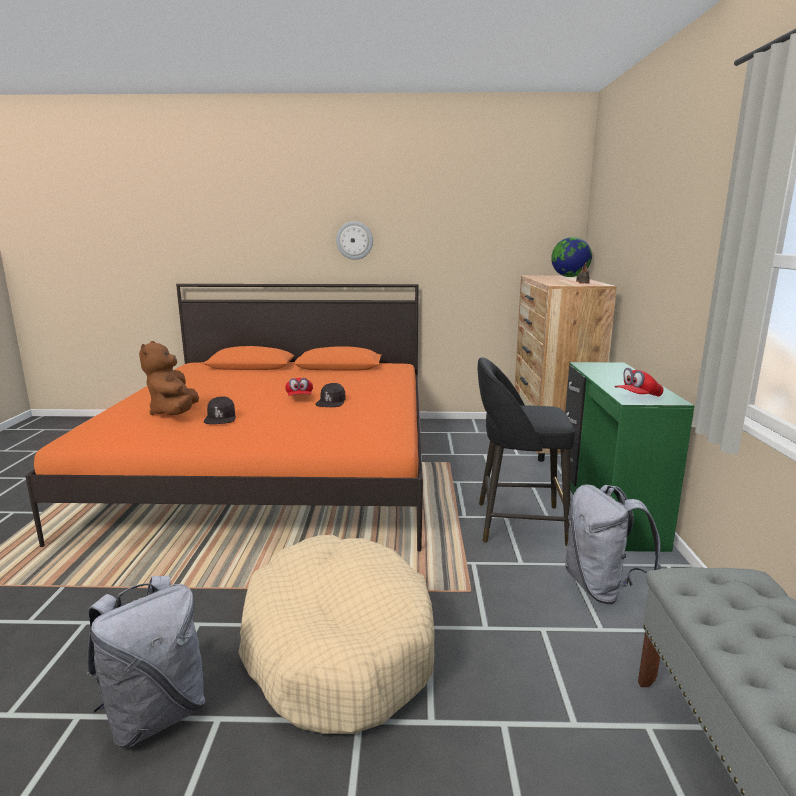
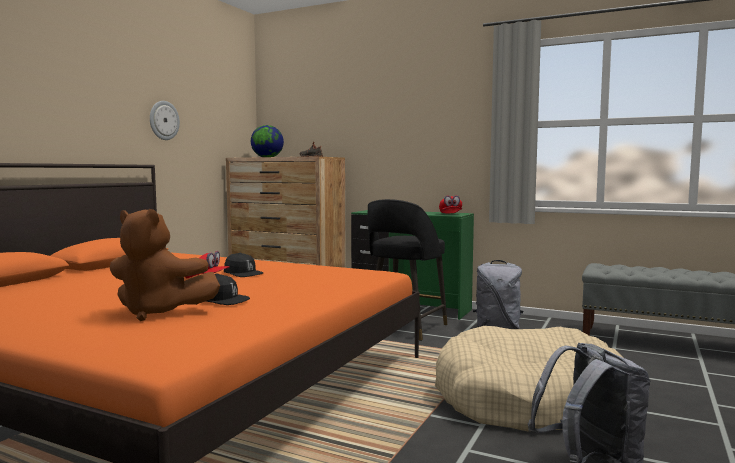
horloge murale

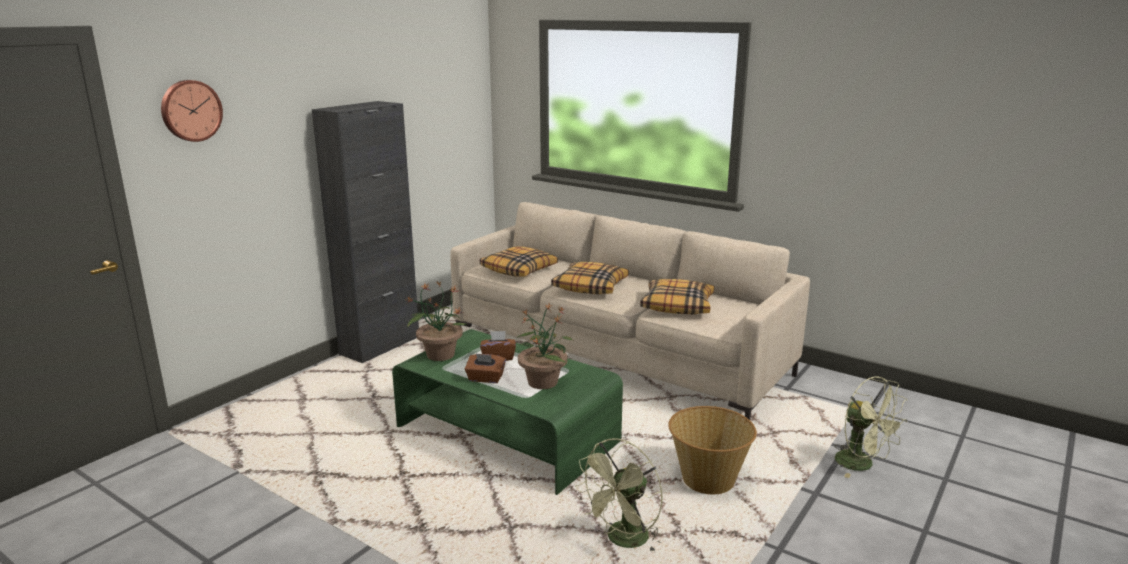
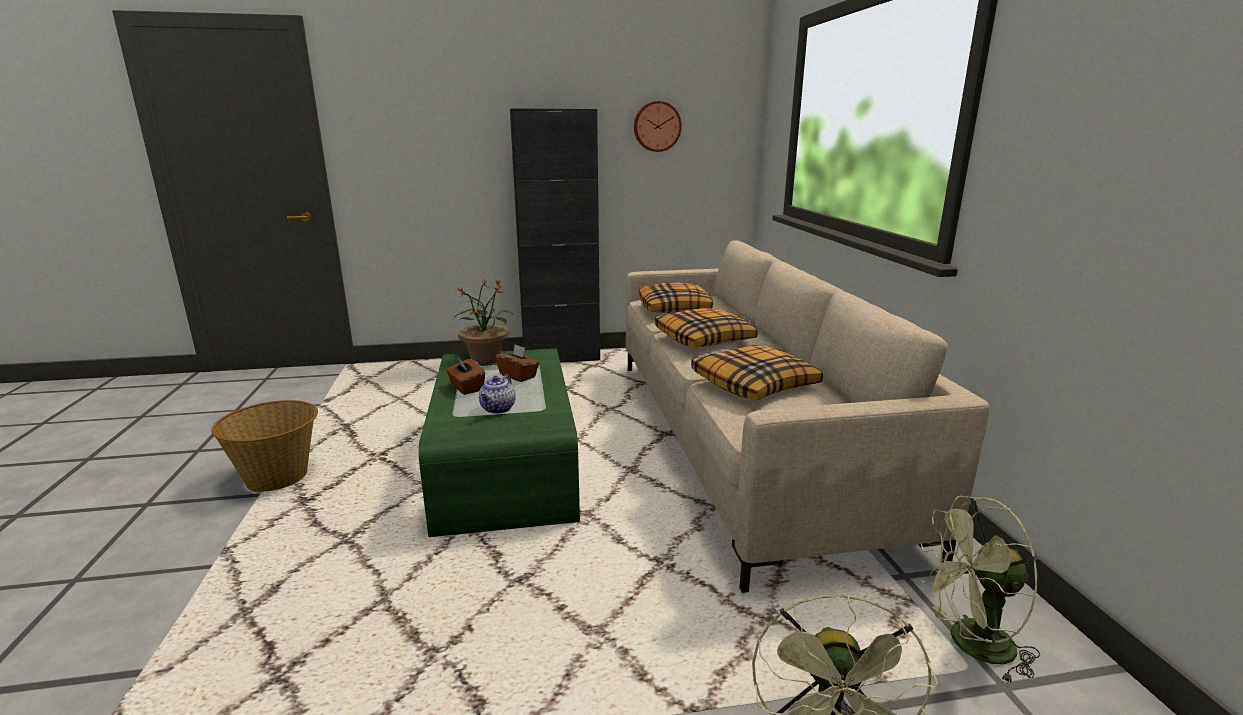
panier
théière
horloge murale
ventilateur [vert] (no. 2 from left)

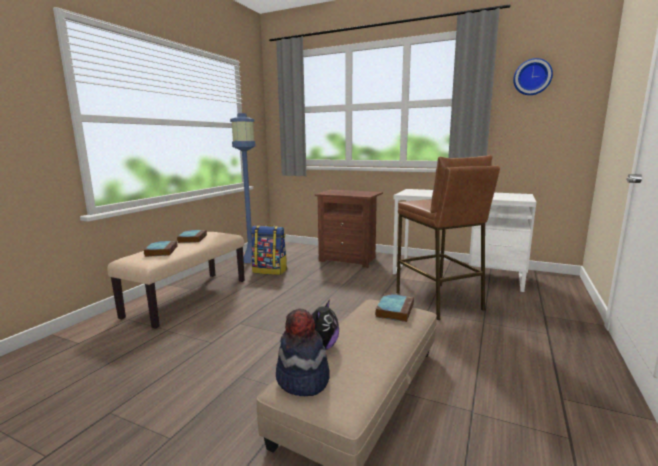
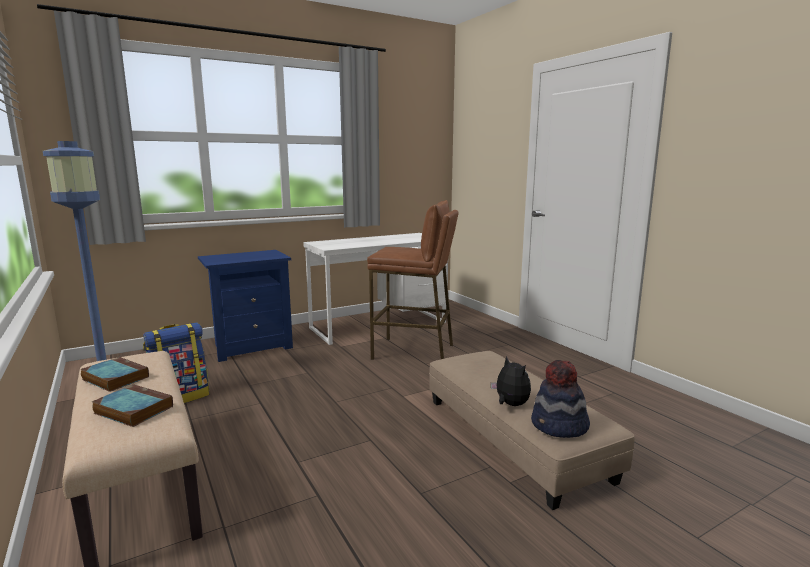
table de chevet [bleu]
livre (no. 3 from left in the first image)
horloge murale

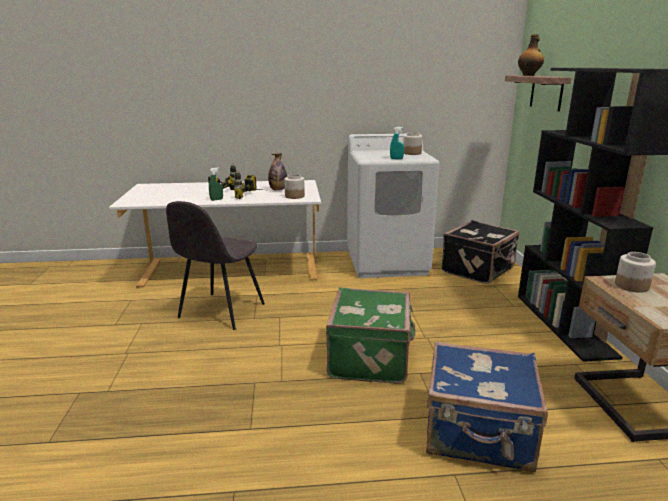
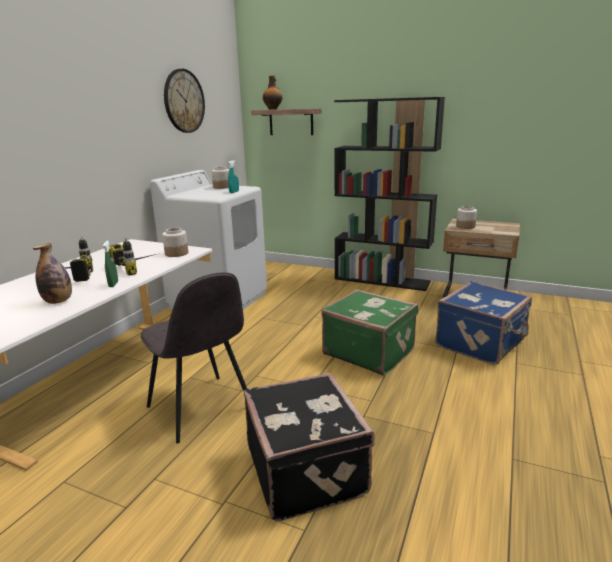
bouteille (no. 1 from left)
horloge murale
valise [noir]

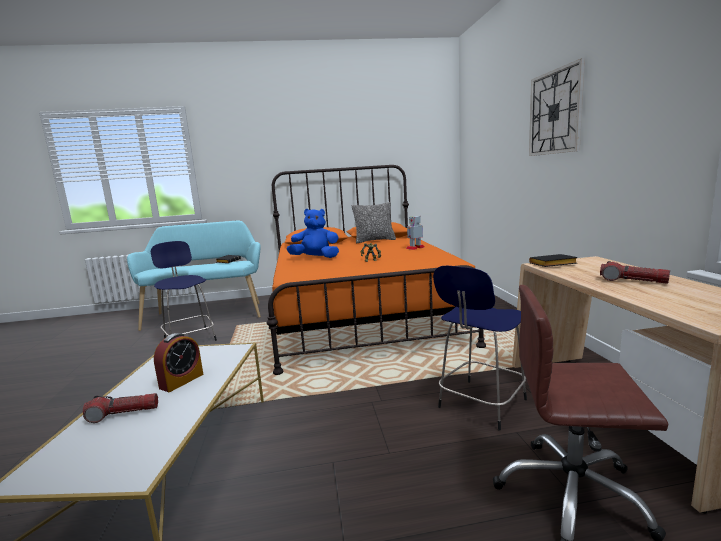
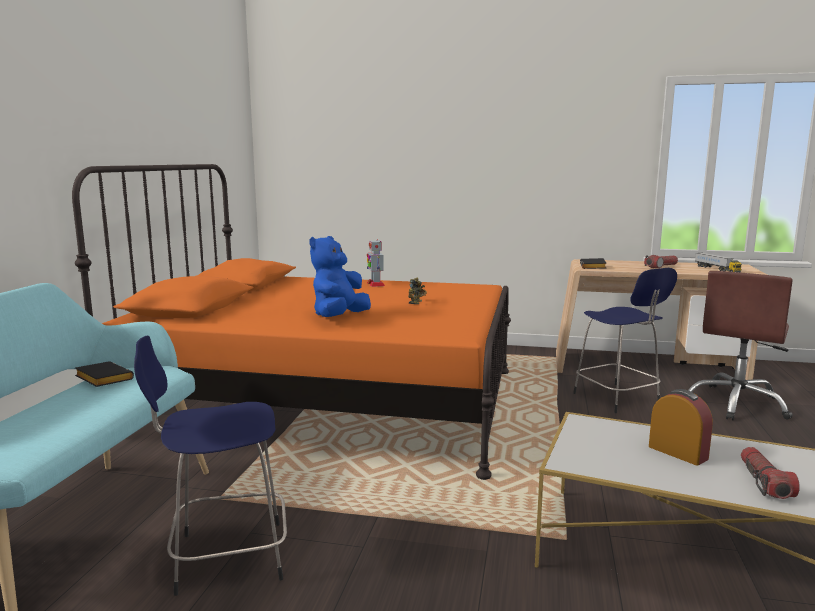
camion jouet
coussin
horloge murale

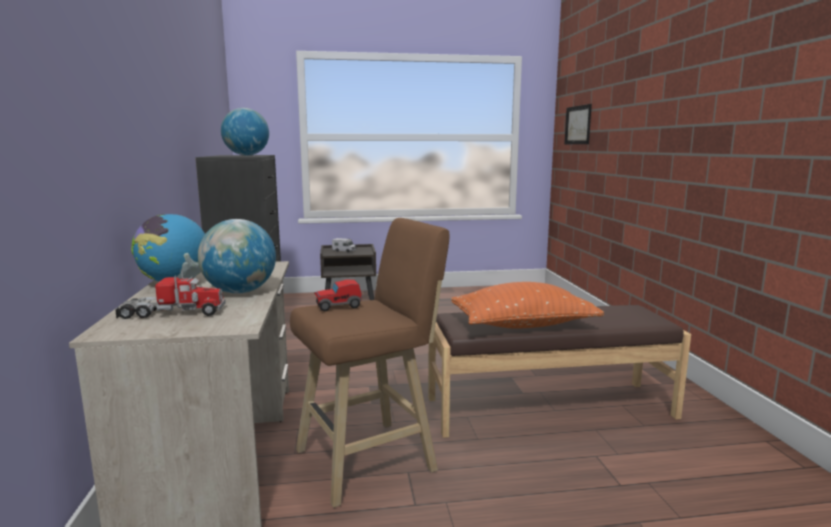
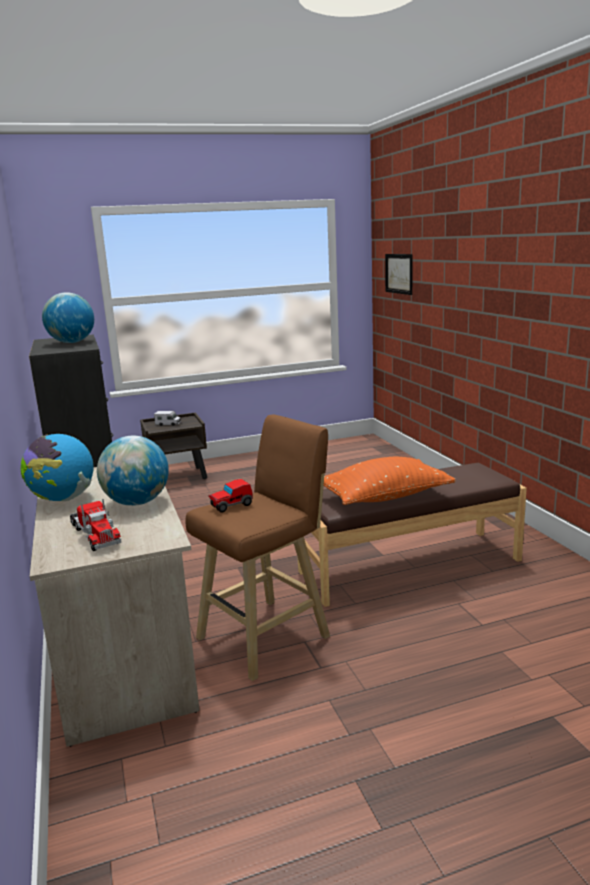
camion jouet (no. 1 from left)

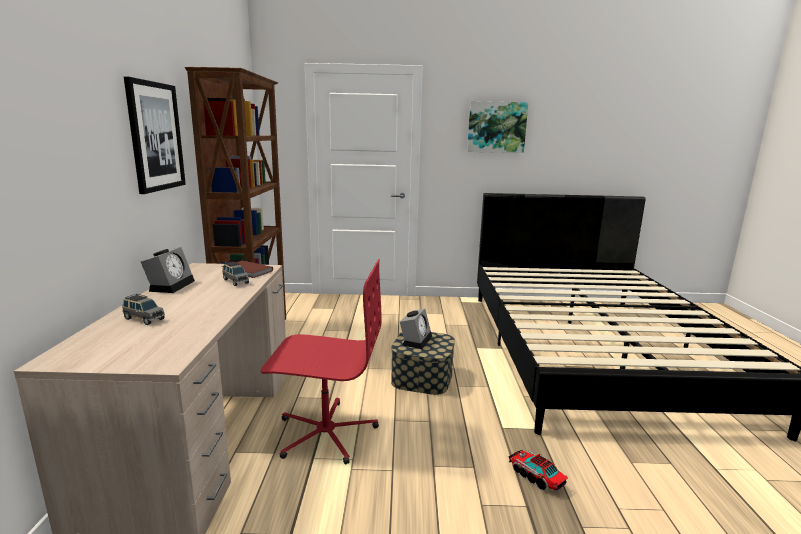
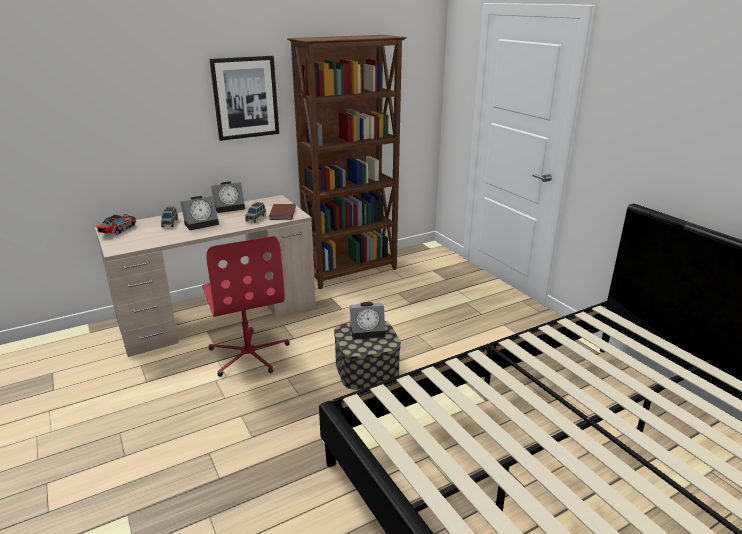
camion jouet
réveil (no. 1 from left)
tableau (no. 2 from left in the first image)

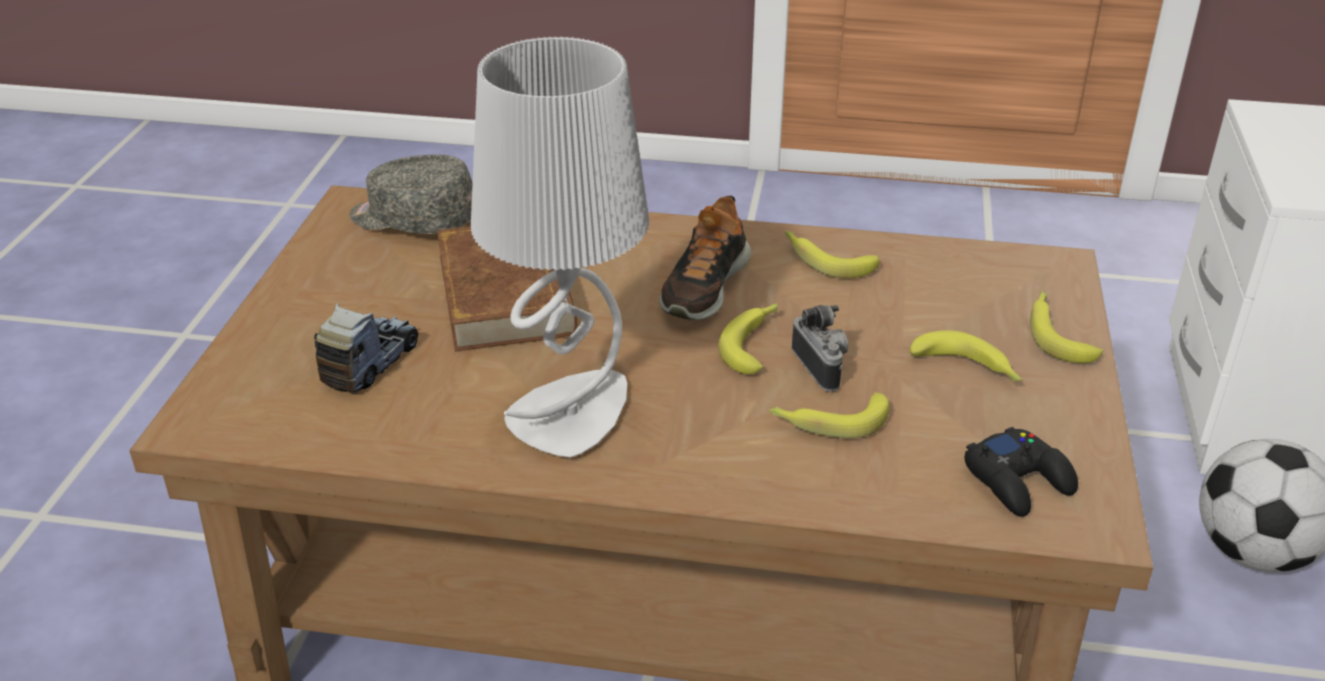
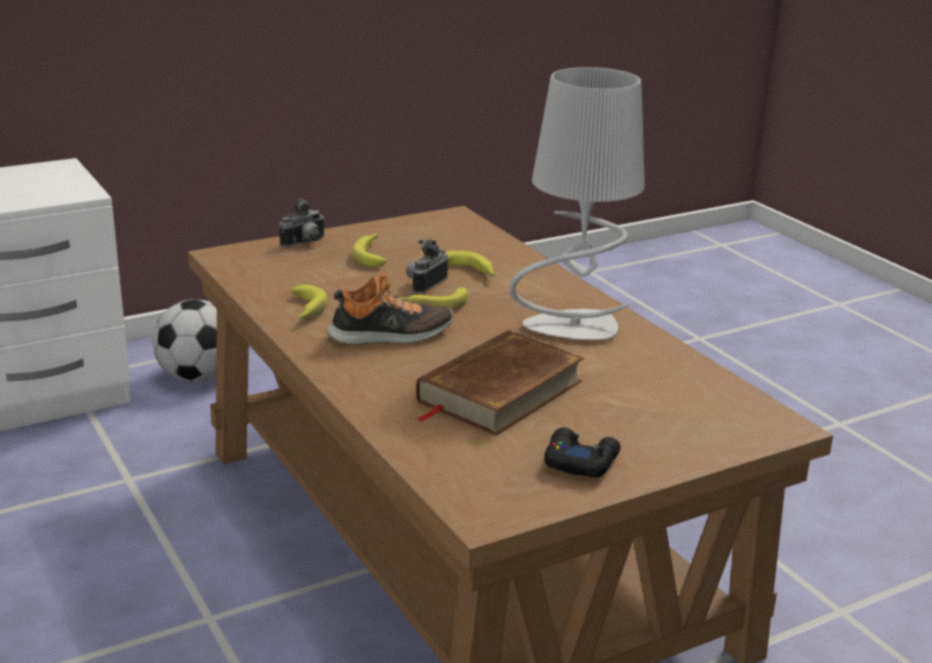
appareil photo (no. 1 from left)
manette [noir]
camion jouet
casquette [gris]

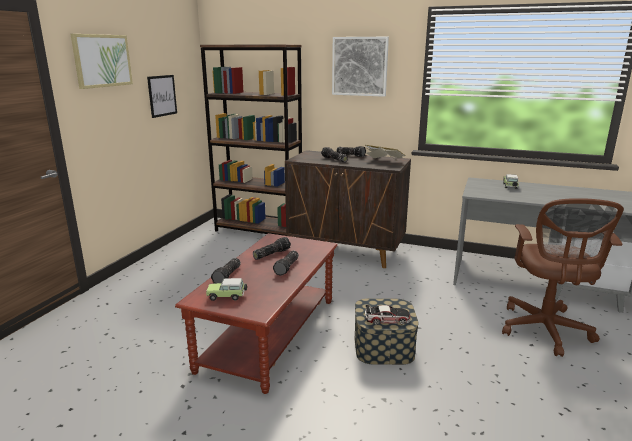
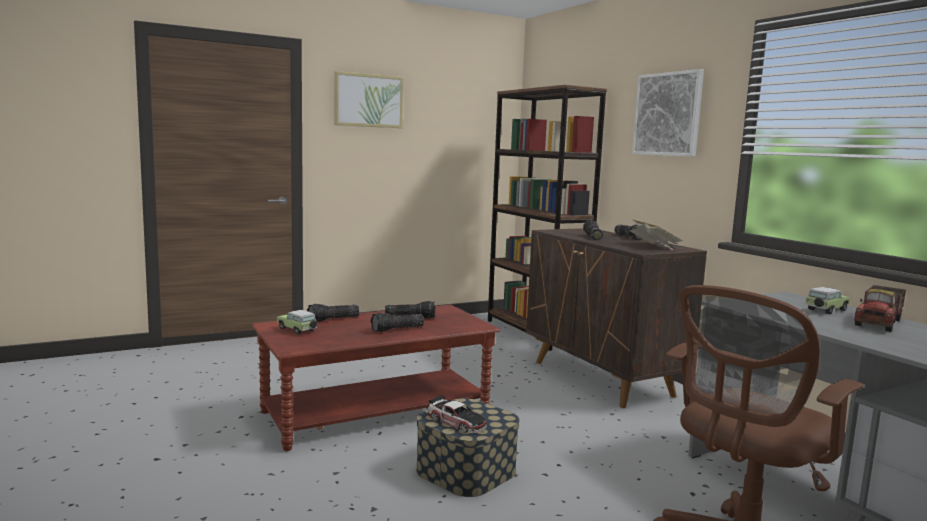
camion jouet
tableau (no. 2 from left in the first image)

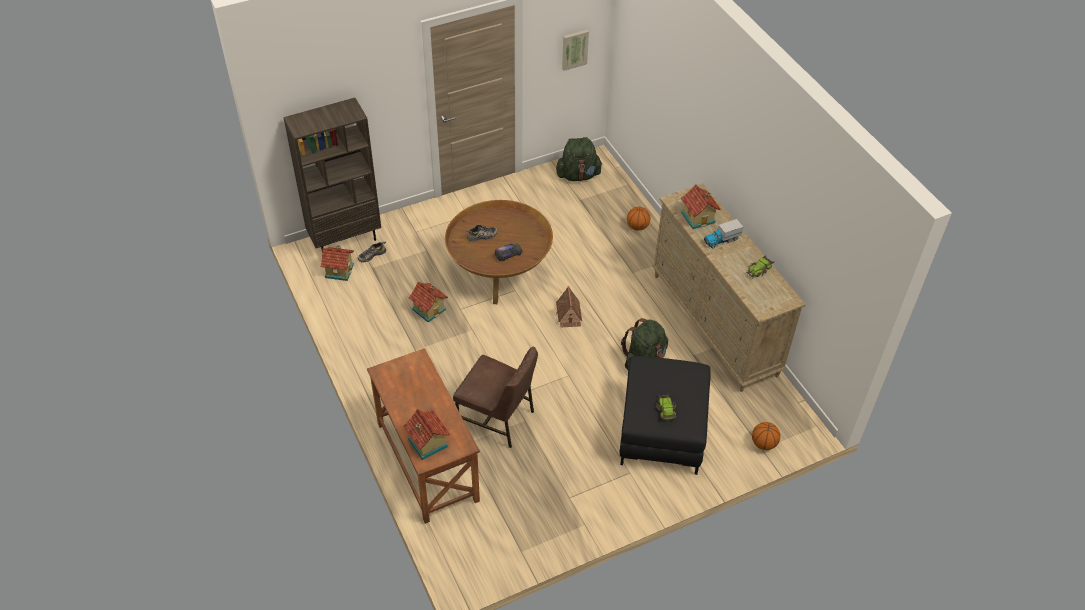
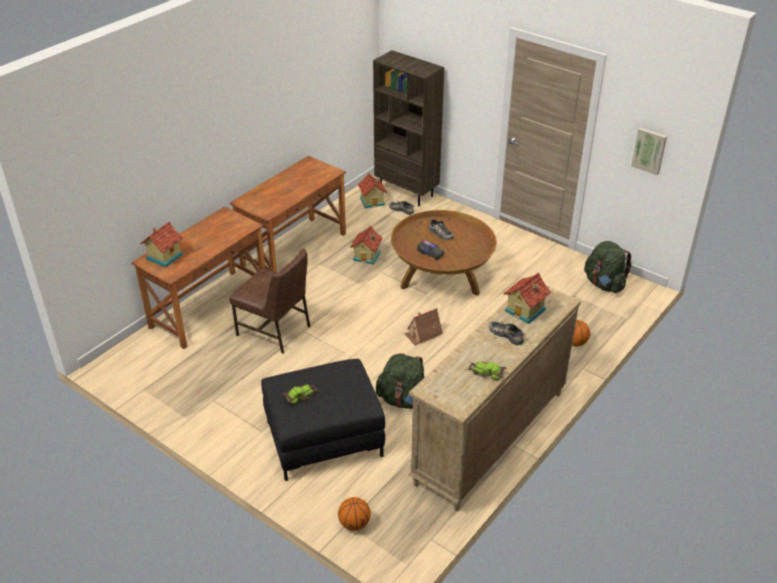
chaise [marron]
bureau [marron] (no. 2 from left)
chaussure (no. 3 from left)

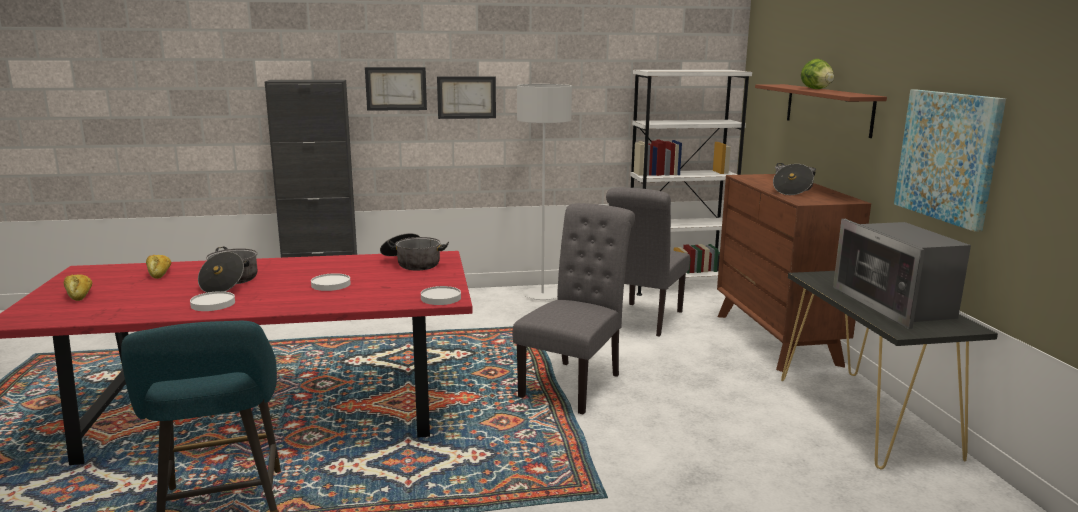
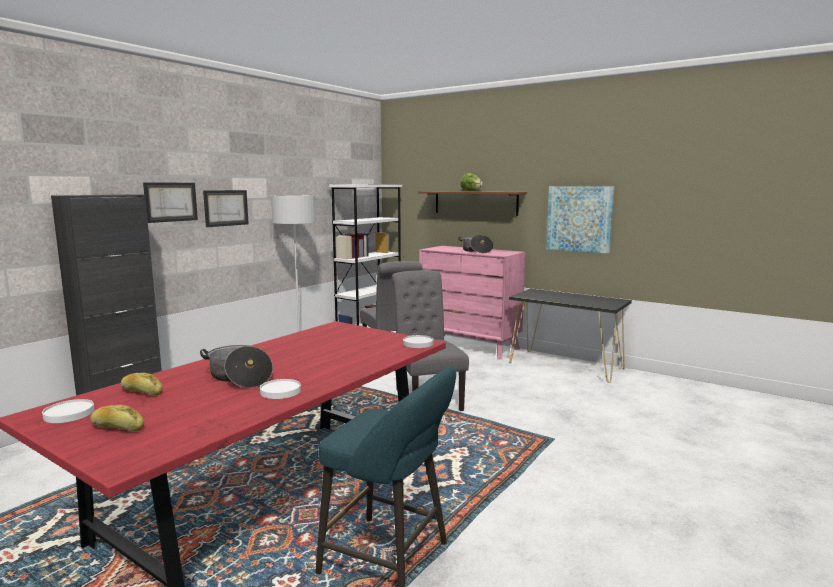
assiette [blanc] (no. 1 from left)
commode [rose]
marmite (no. 2 from left in the first image)
micro-ondes

